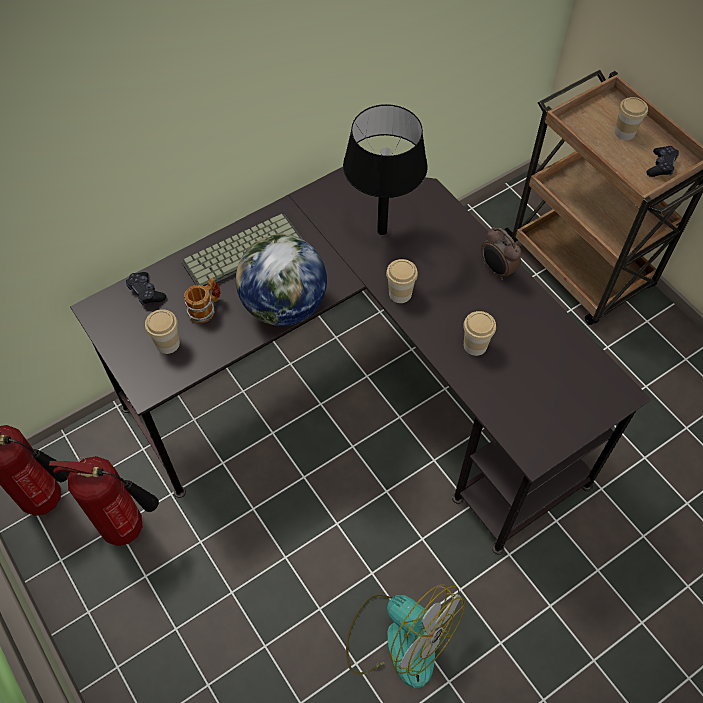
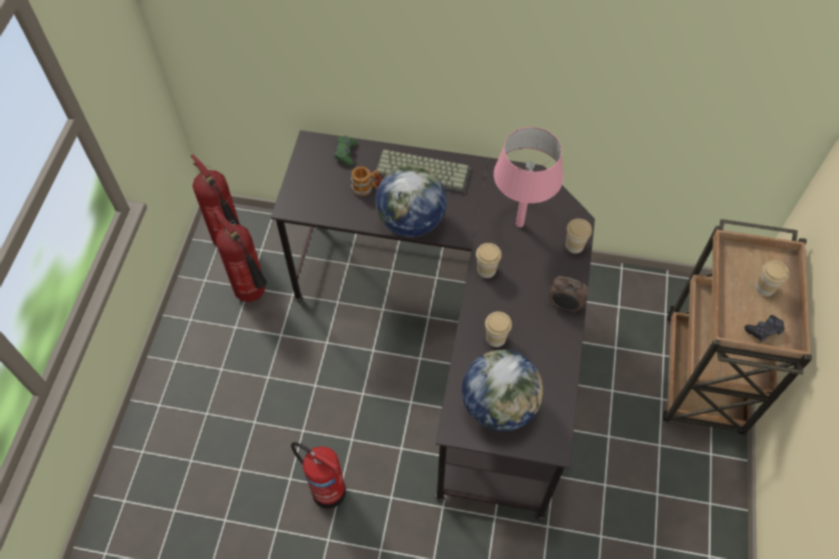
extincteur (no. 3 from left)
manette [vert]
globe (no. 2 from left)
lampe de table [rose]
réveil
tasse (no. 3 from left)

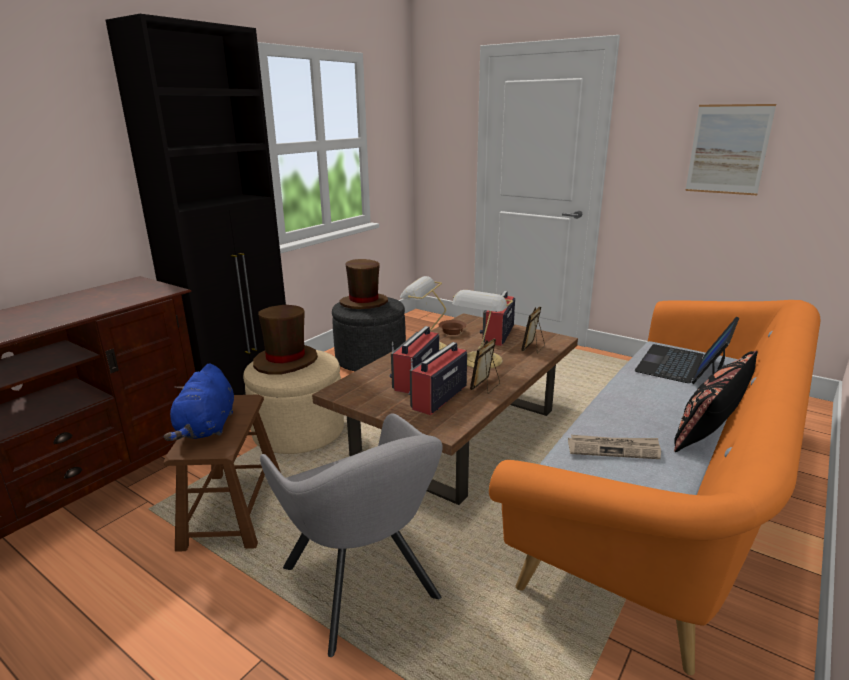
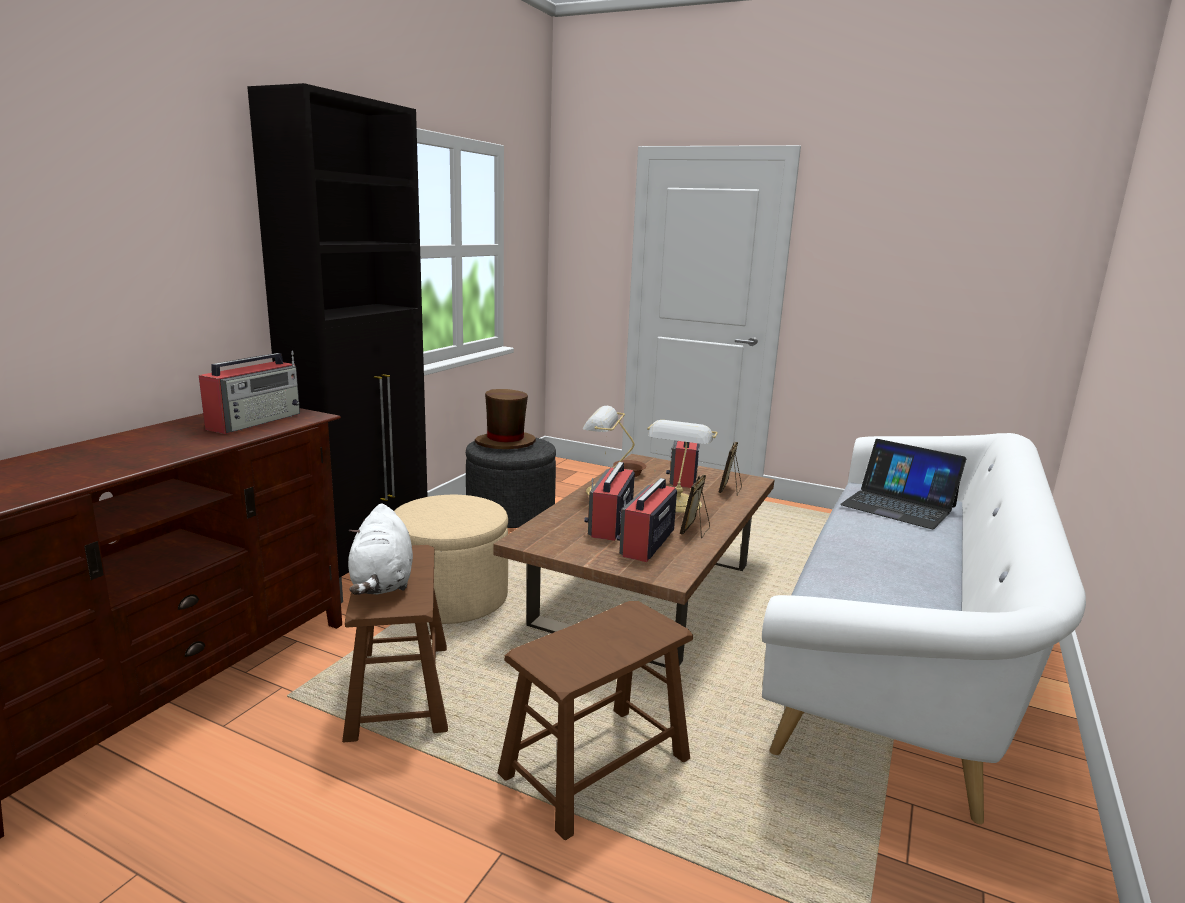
radio (no. 1 from left)
peluche [blanc]
tabouret [marron] (no. 2 from left)
canapé [blanc]
ordinateur portable
chapeau [marron] (no. 1 from left in the first image)
journal
coussin [noir]
tableau

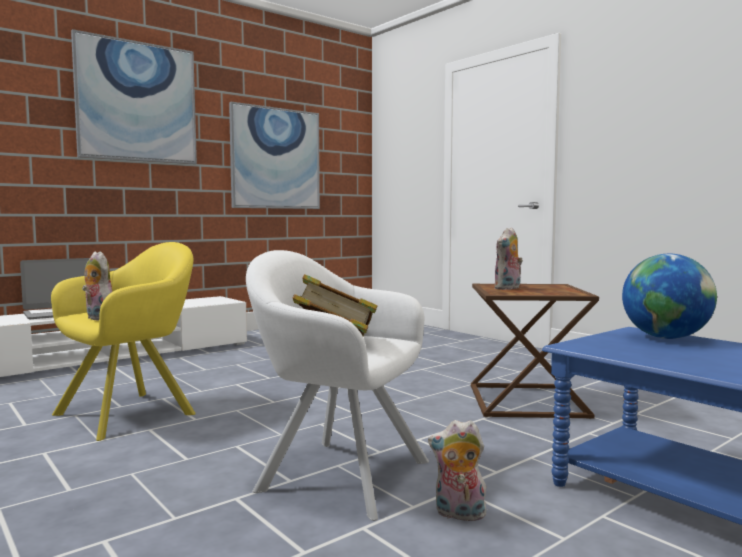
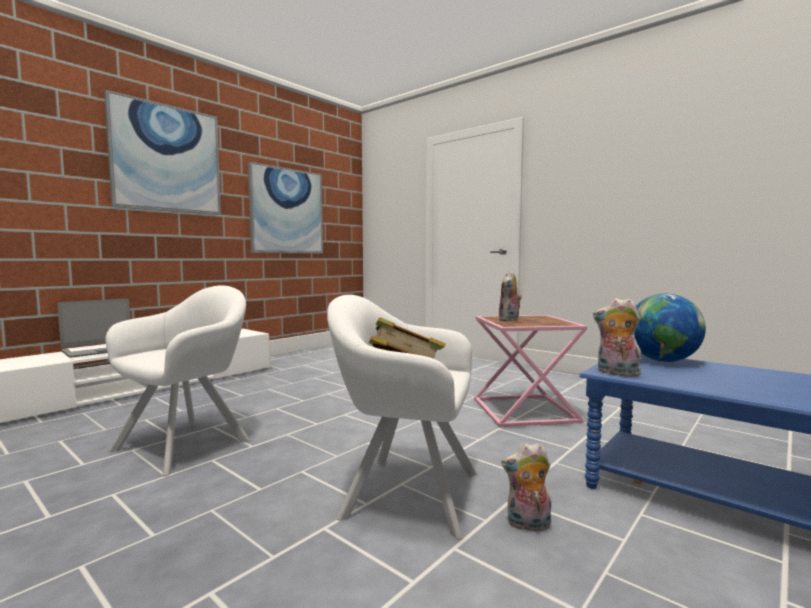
fauteuil [blanc] (no. 1 from left)
table d'appoint [rose]
peluche (no. 3 from left)

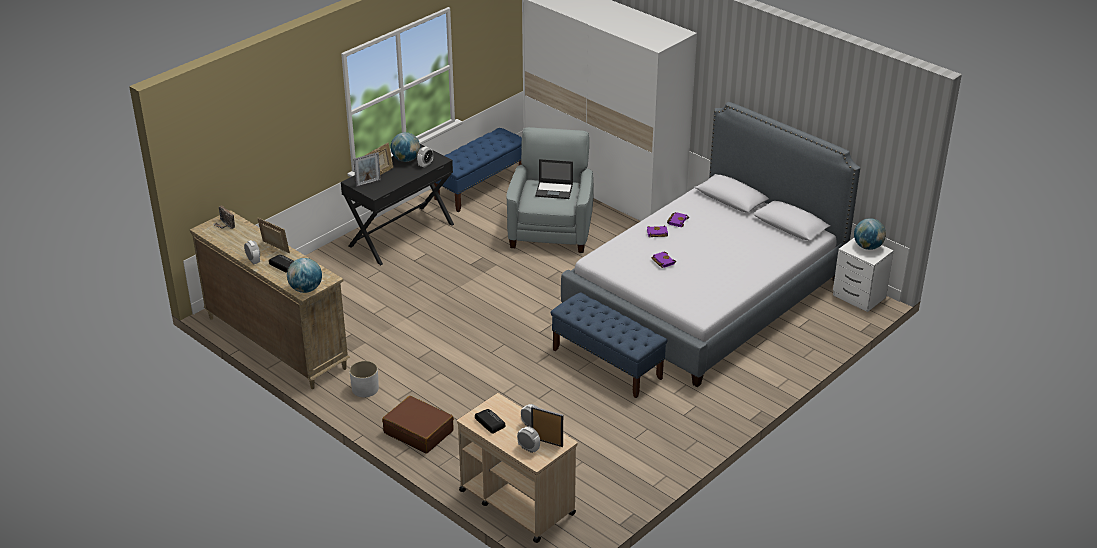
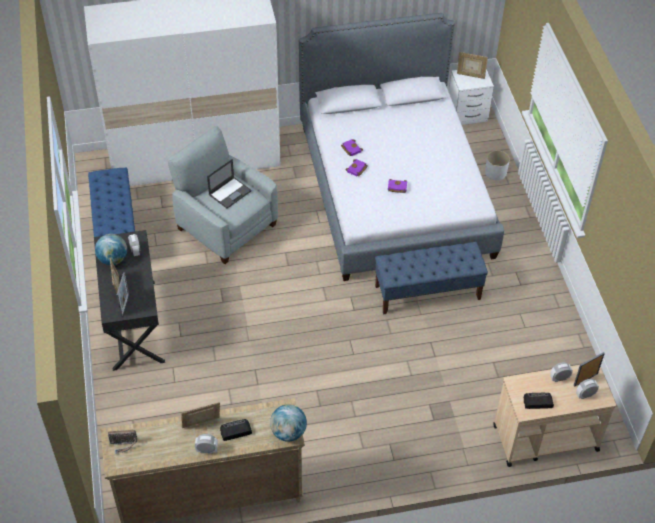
cadre photo (no. 4 from left)
cache-pot [blanc]
valise [marron]

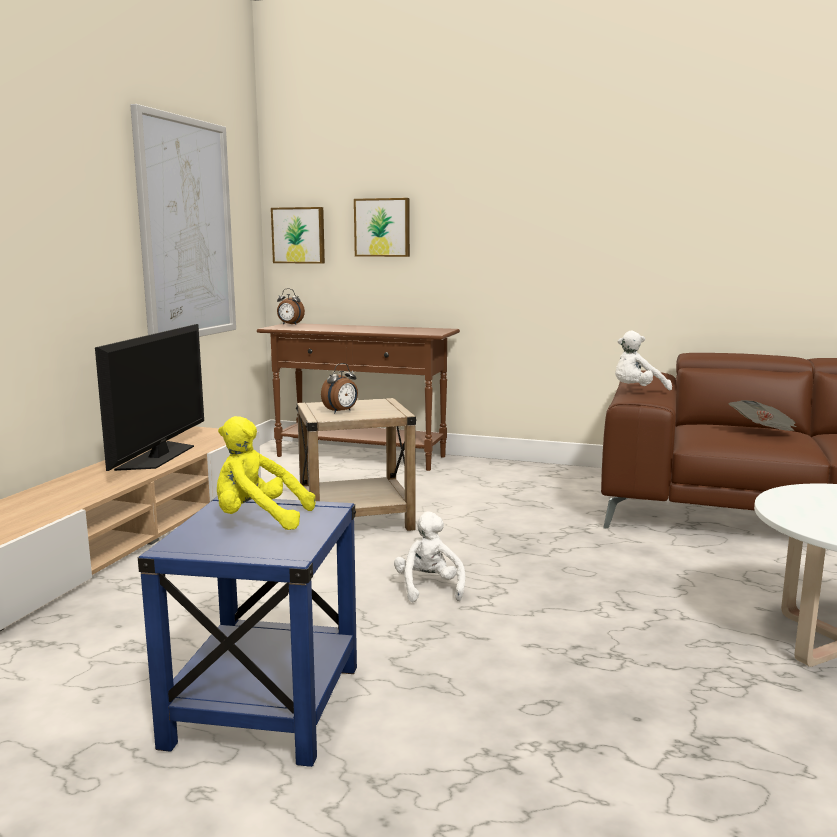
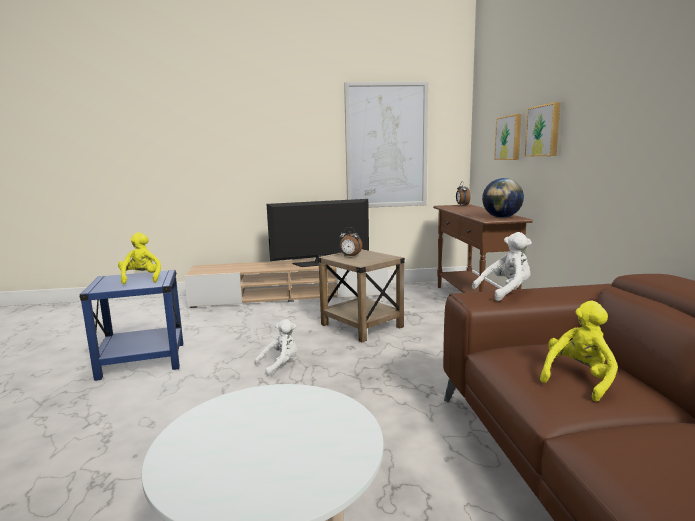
peluche [blanc] (no. 2 from left)
globe
tableau (no. 3 from left)
peluche [jaune] (no. 2 from left)

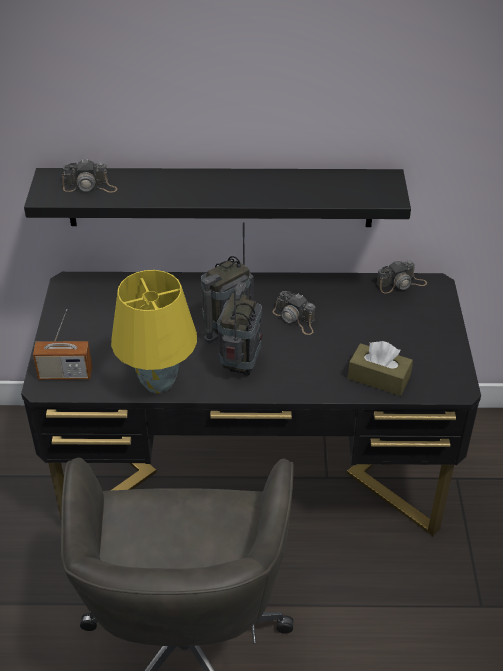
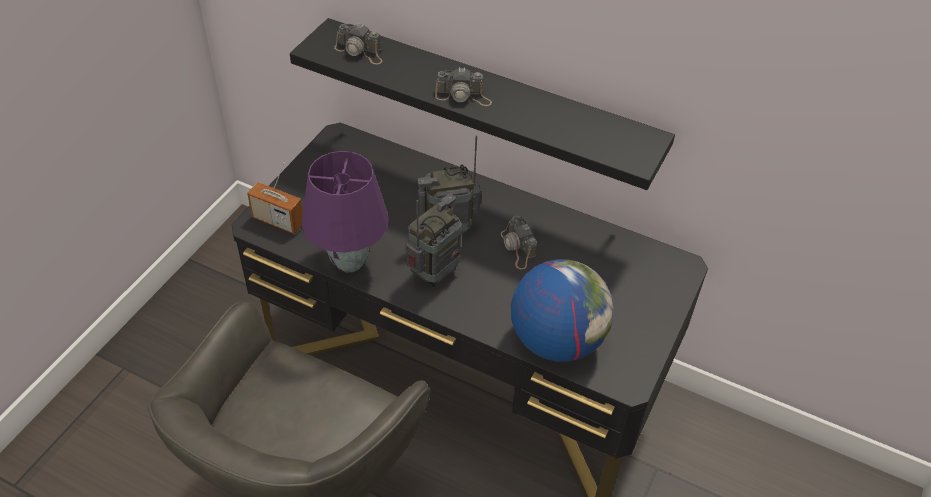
lampe de table [violet]
appareil photo (no. 2 from left)
globe

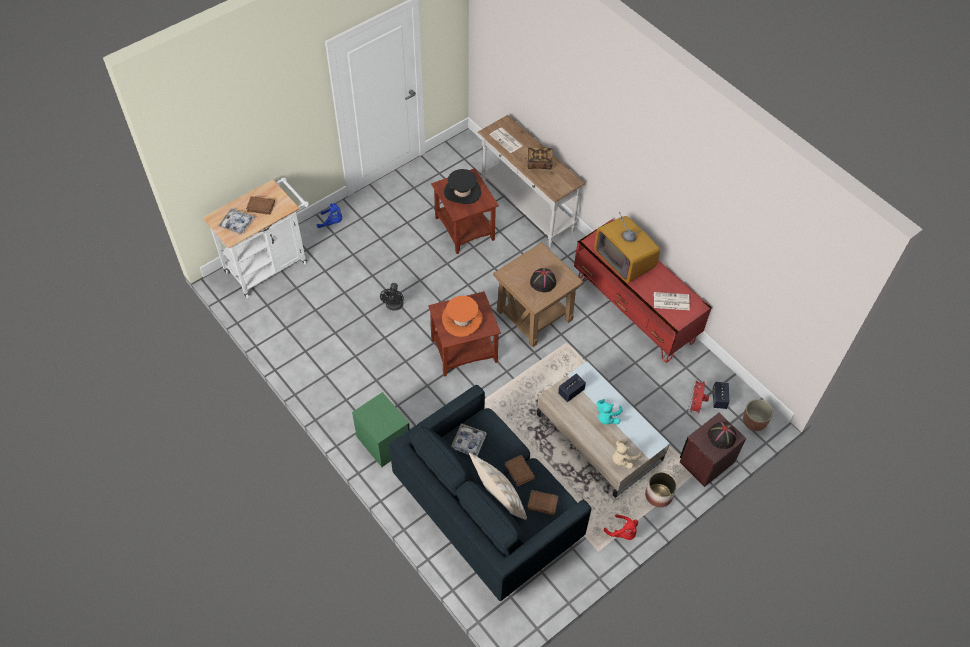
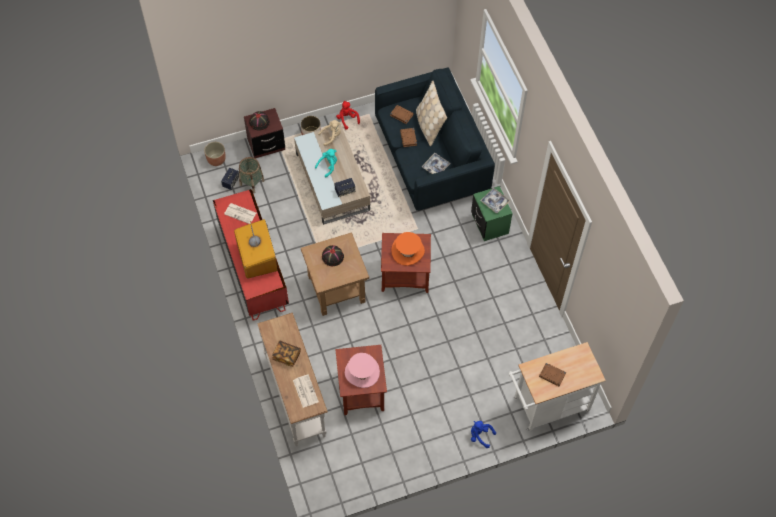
panier
chapeau [rose]
plateau (no. 2 from left)
ventilateur [noir]

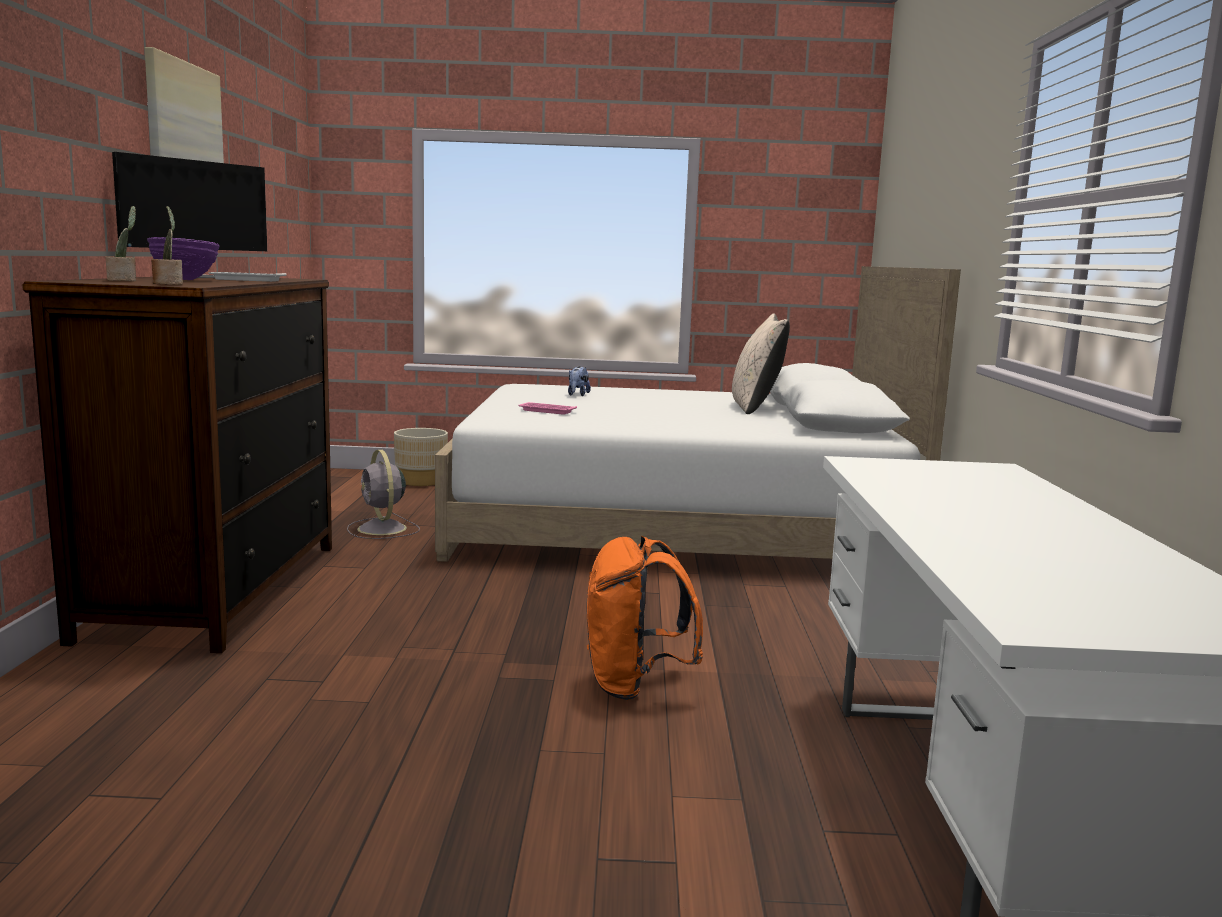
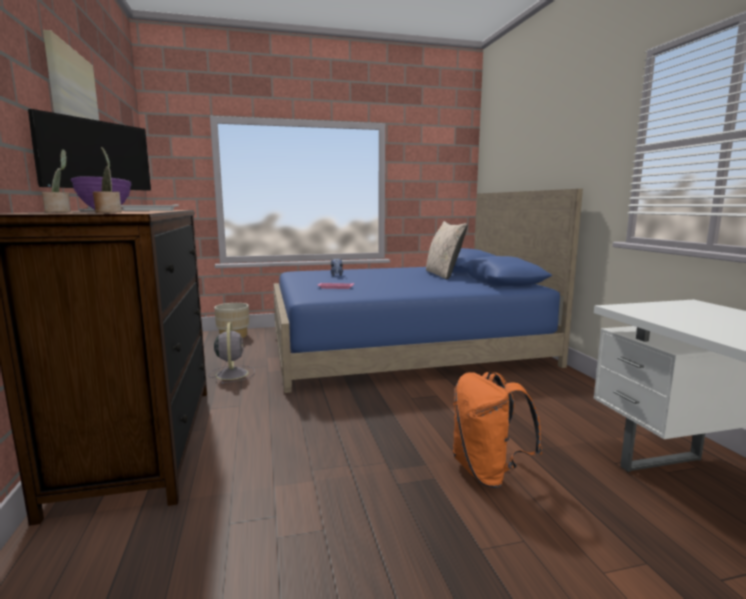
ventilateur [gris]
lit [bleu]

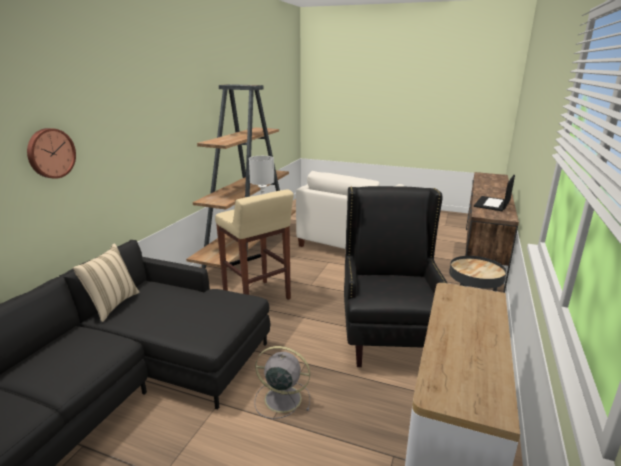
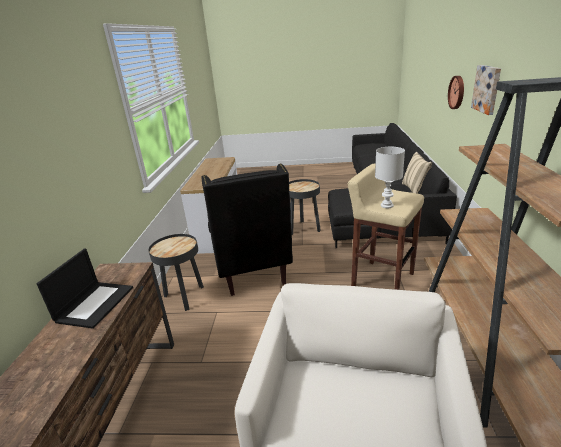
table d'appoint [noir] (no. 2 from left)
tableau

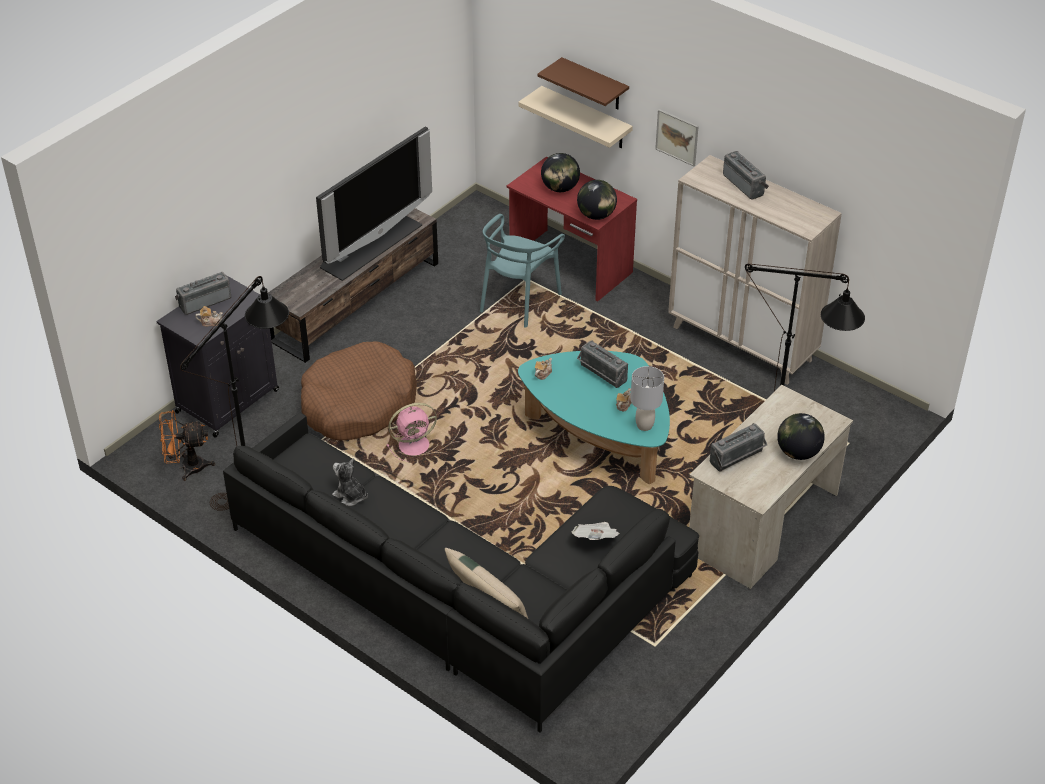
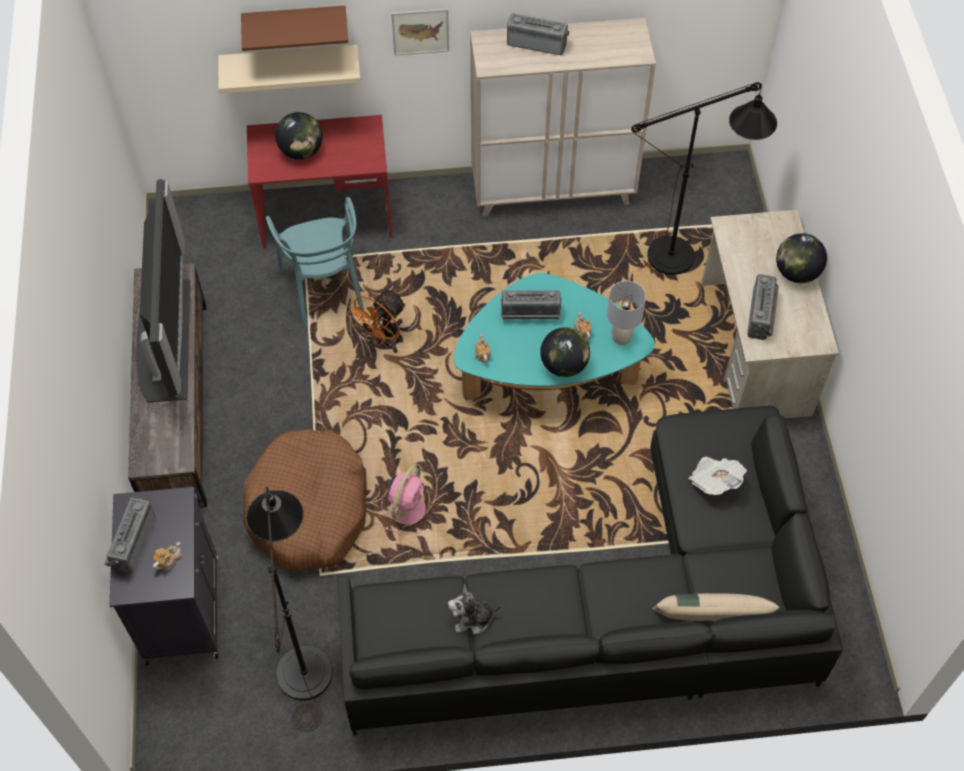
ventilateur [orange]
globe (no. 2 from left)

